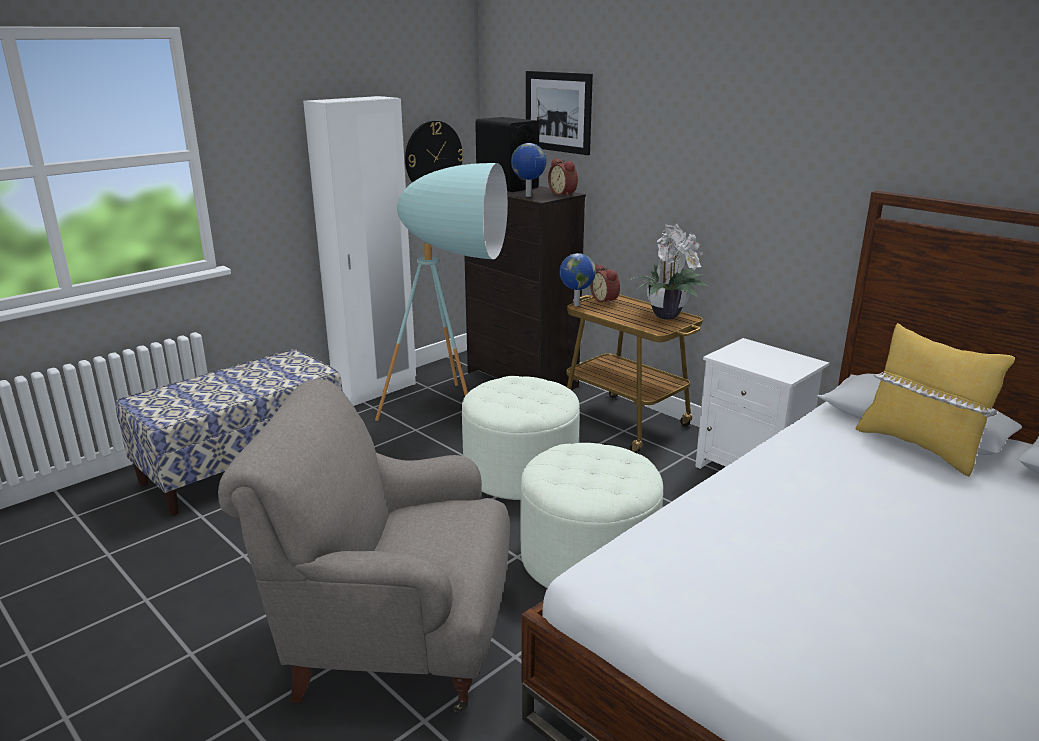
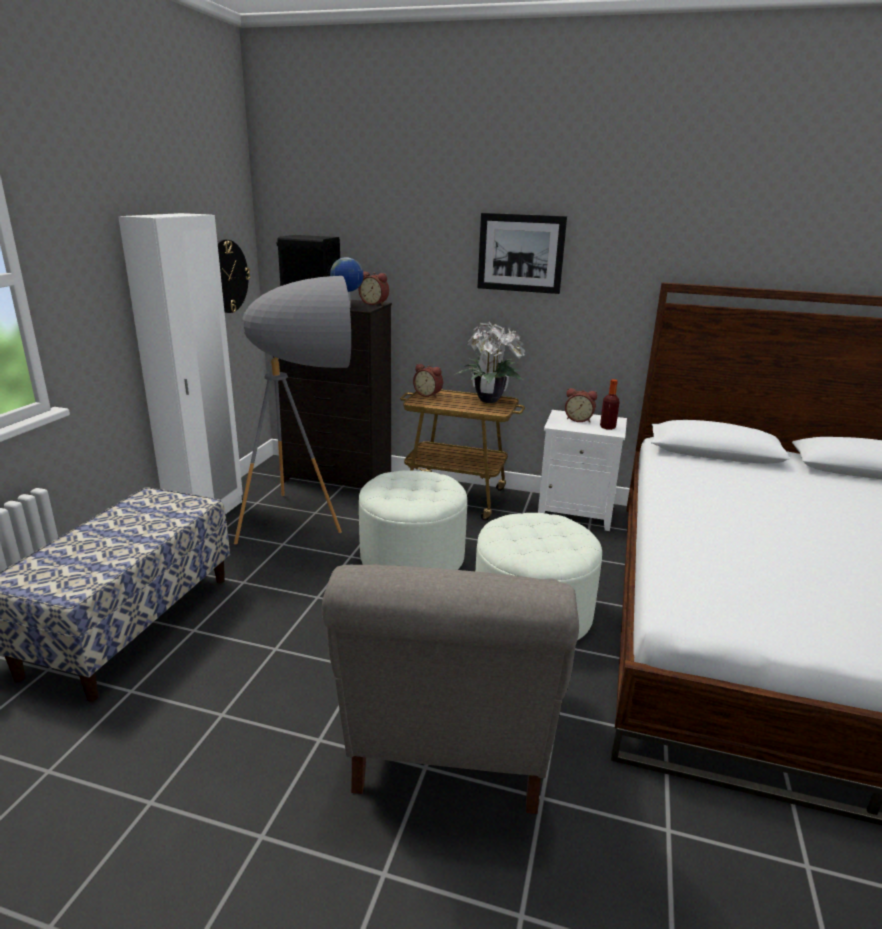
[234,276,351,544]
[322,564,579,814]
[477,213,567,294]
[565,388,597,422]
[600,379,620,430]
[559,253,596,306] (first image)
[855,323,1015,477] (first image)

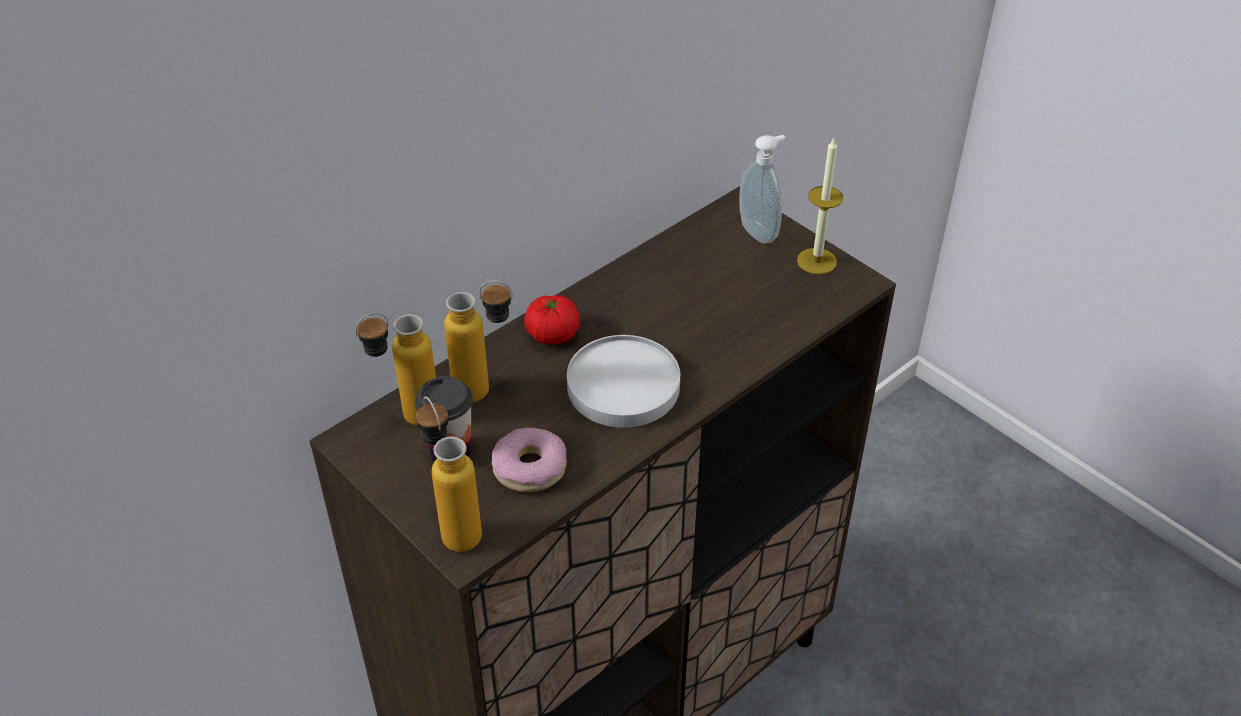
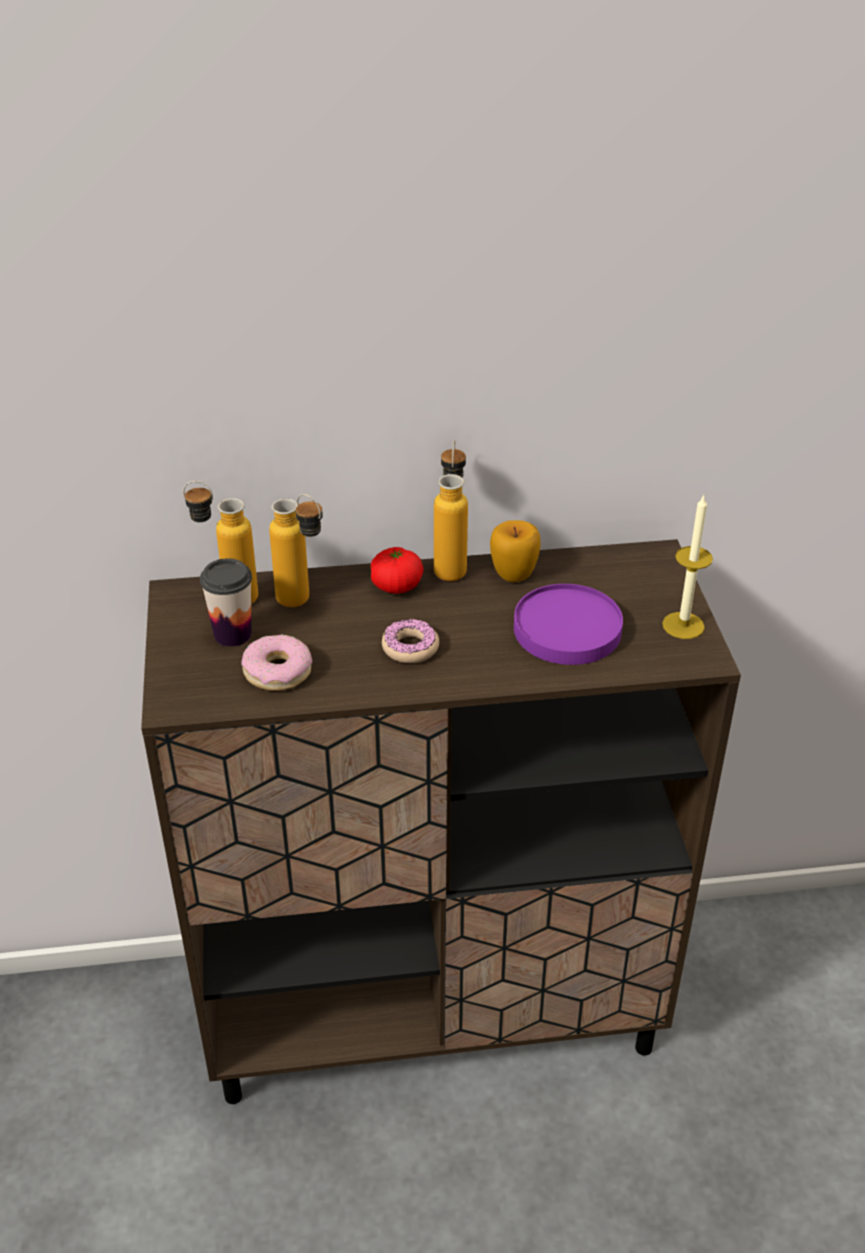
[382,619,439,663]
[434,440,468,581]
[490,520,540,582]
[514,584,623,665]
[739,135,785,244] (first image)

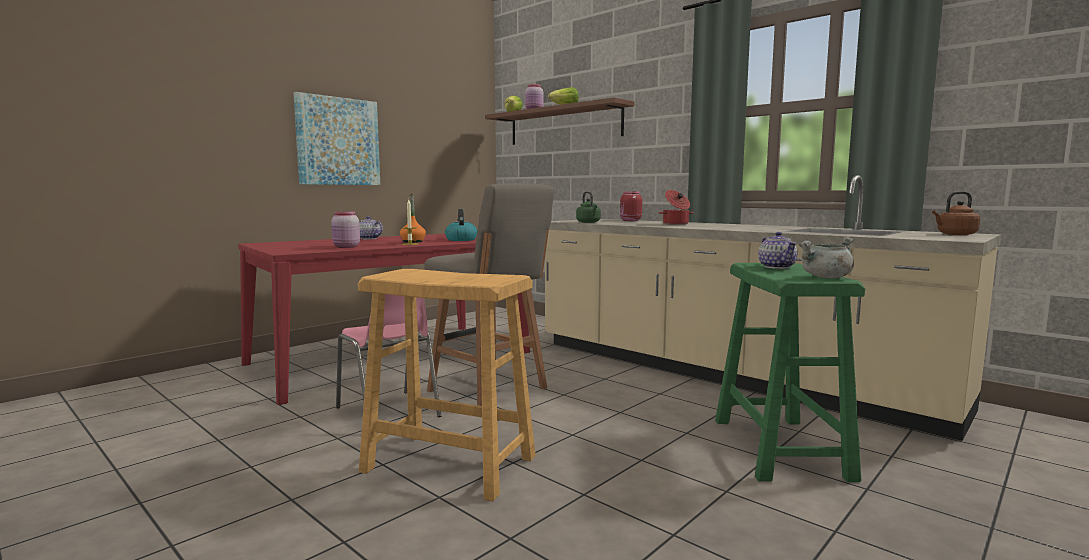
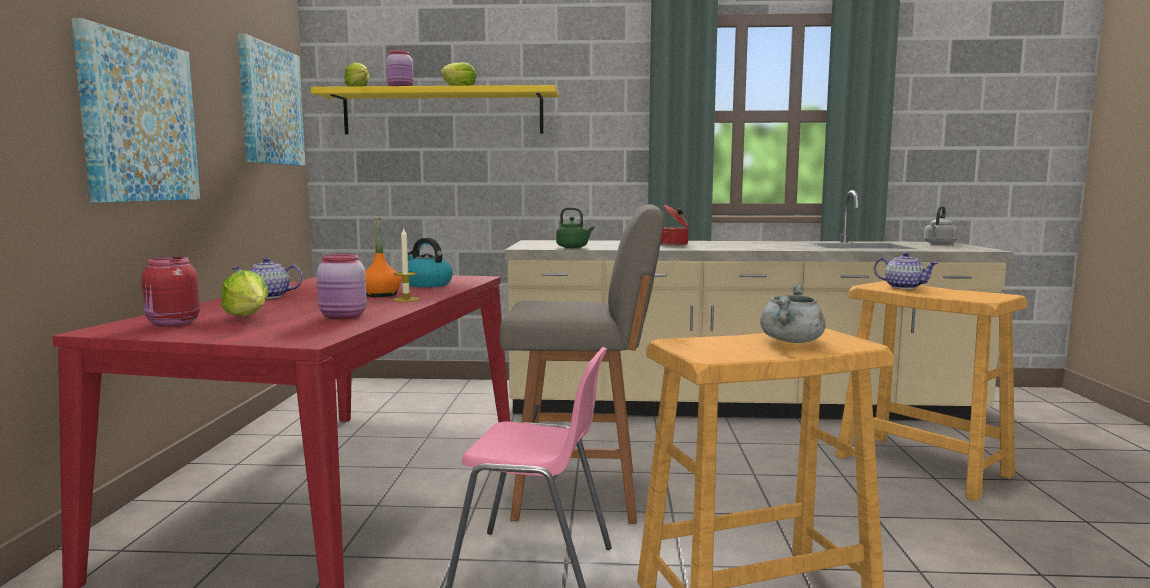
[141,257,200,327]
[221,270,269,316]
[238,33,306,166]
[311,85,559,134]
[760,283,826,343]
[836,281,1027,501]
[924,206,958,245]

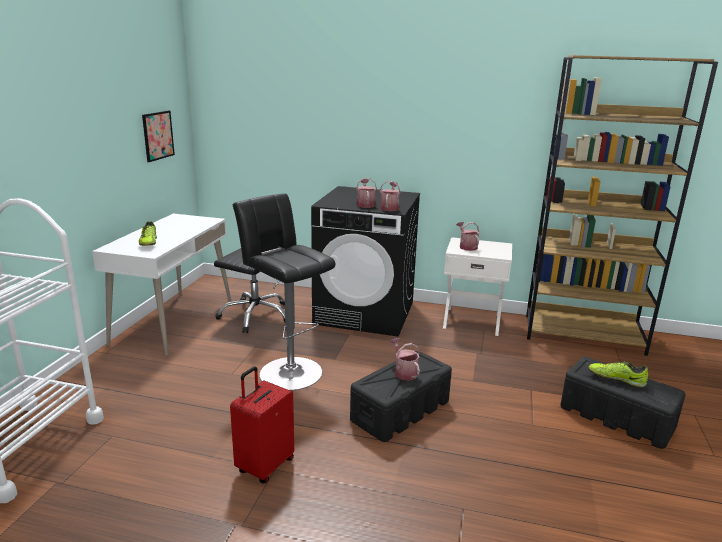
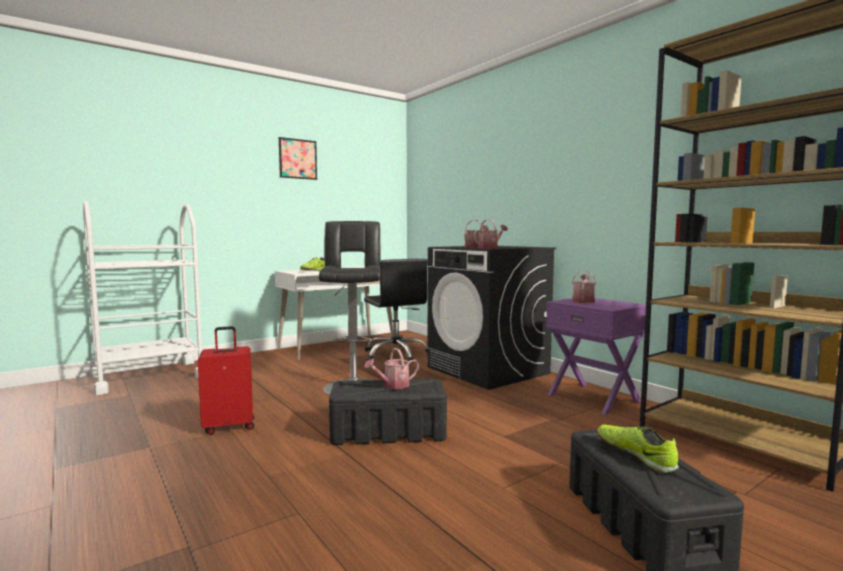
[279,137,317,180]
[364,348,419,389]
[546,298,646,415]

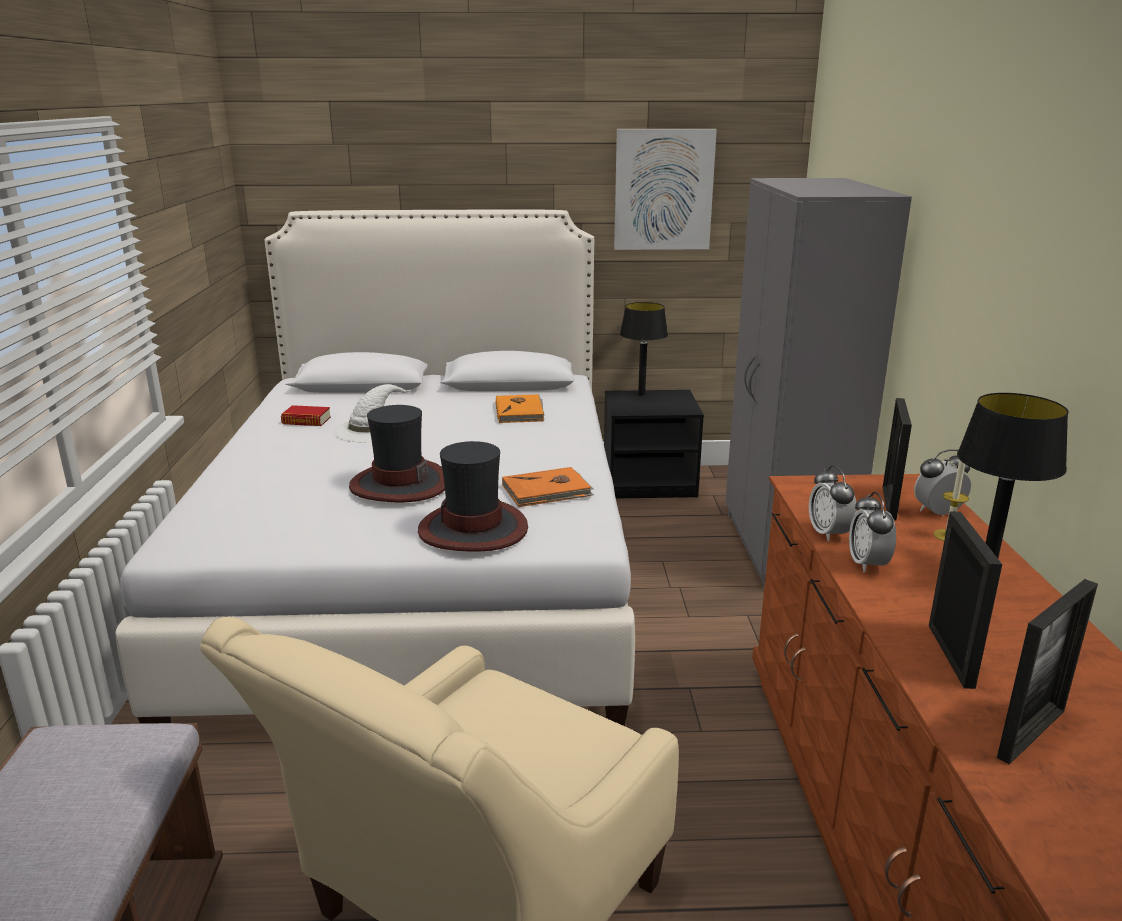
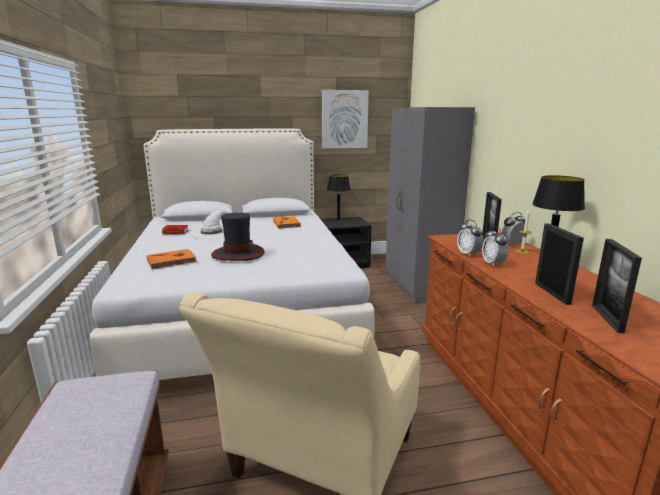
[146,249,197,269]
[592,239,642,333]
[418,441,528,551] (first image)

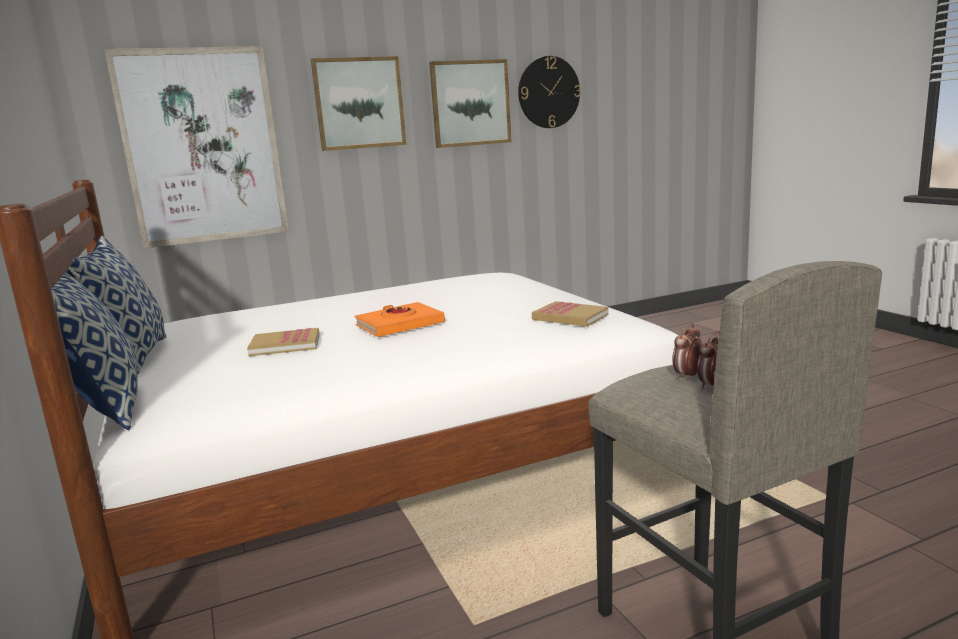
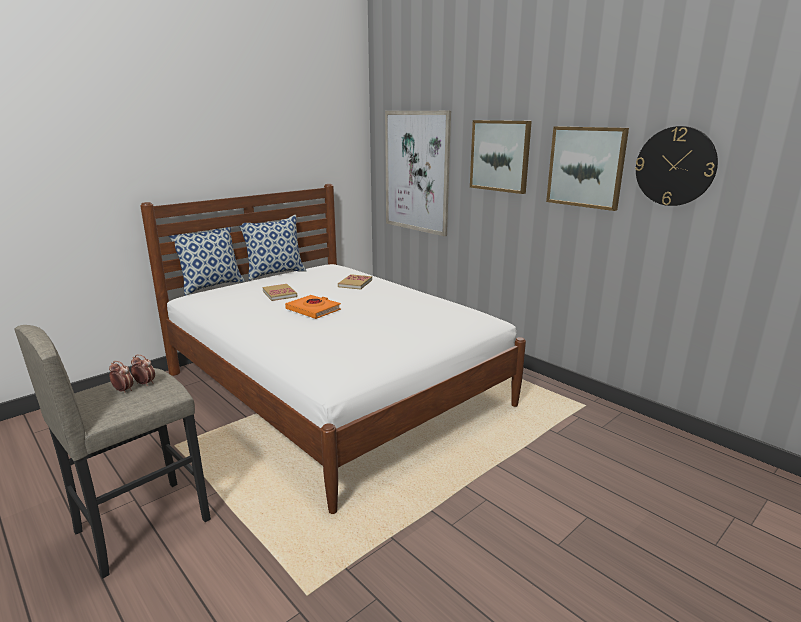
[338,274,372,290]

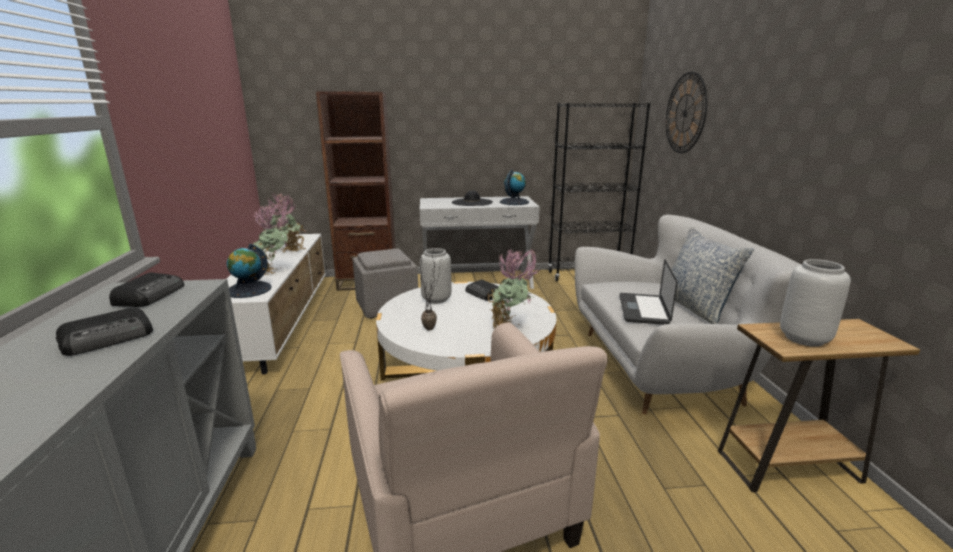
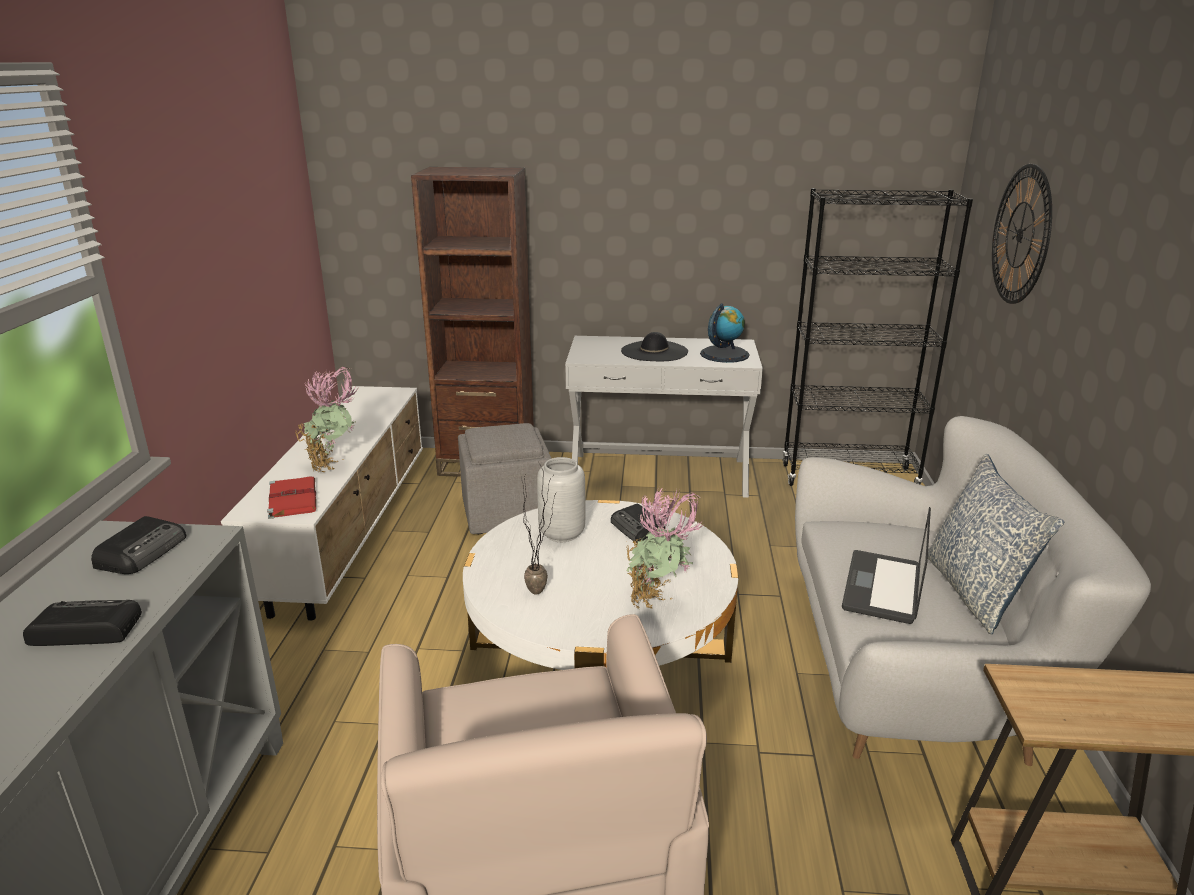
[23,600,142,646]
[267,476,316,519]
[266,192,306,252] (first image)
[780,259,851,347] (first image)

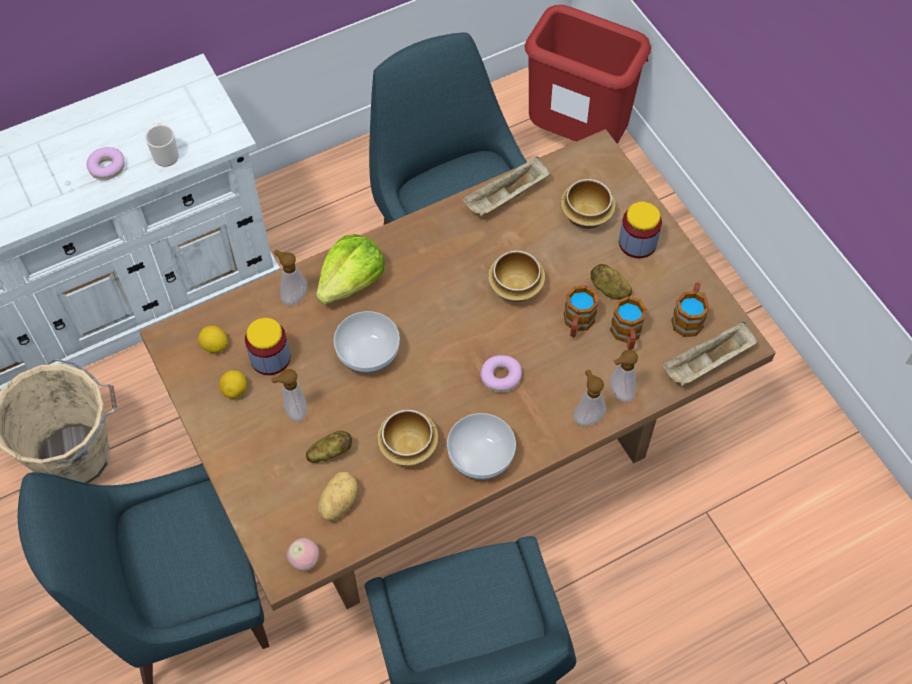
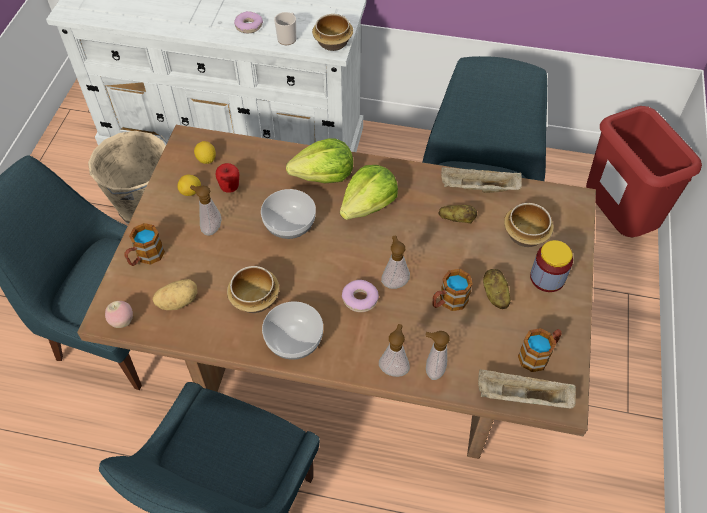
[125,223,165,266]
[216,163,239,193]
[312,14,353,51]
[340,165,398,220]
[381,235,410,289]
[439,205,477,224]

